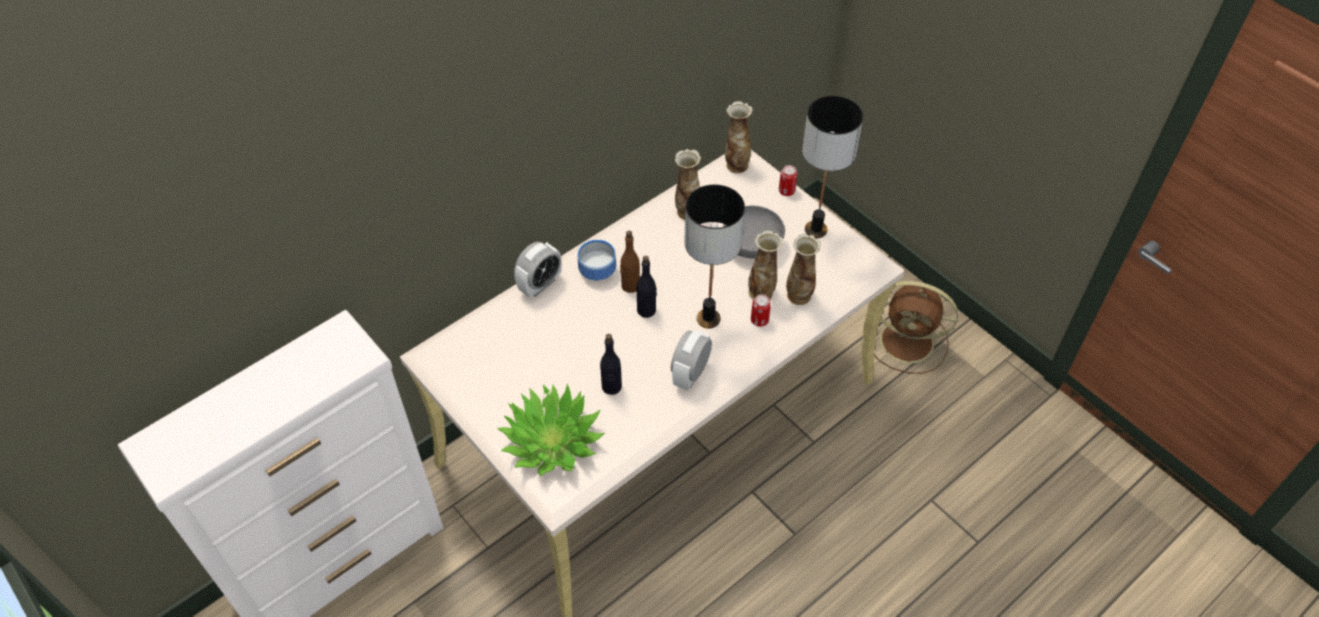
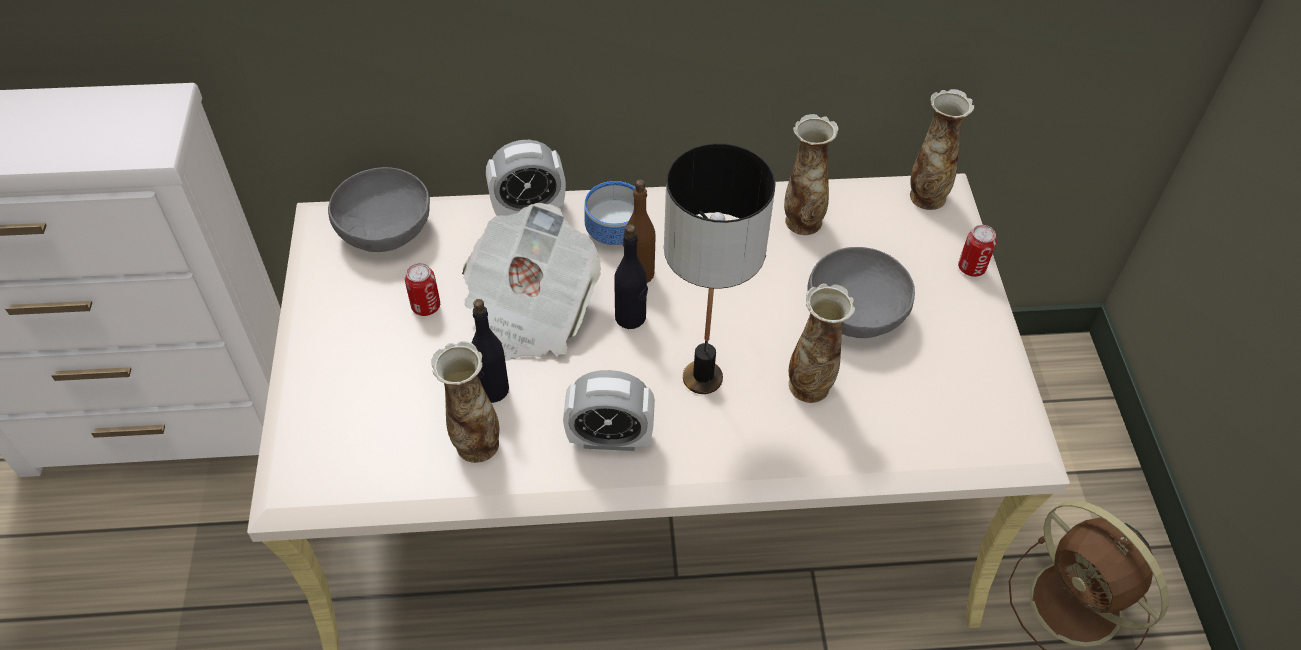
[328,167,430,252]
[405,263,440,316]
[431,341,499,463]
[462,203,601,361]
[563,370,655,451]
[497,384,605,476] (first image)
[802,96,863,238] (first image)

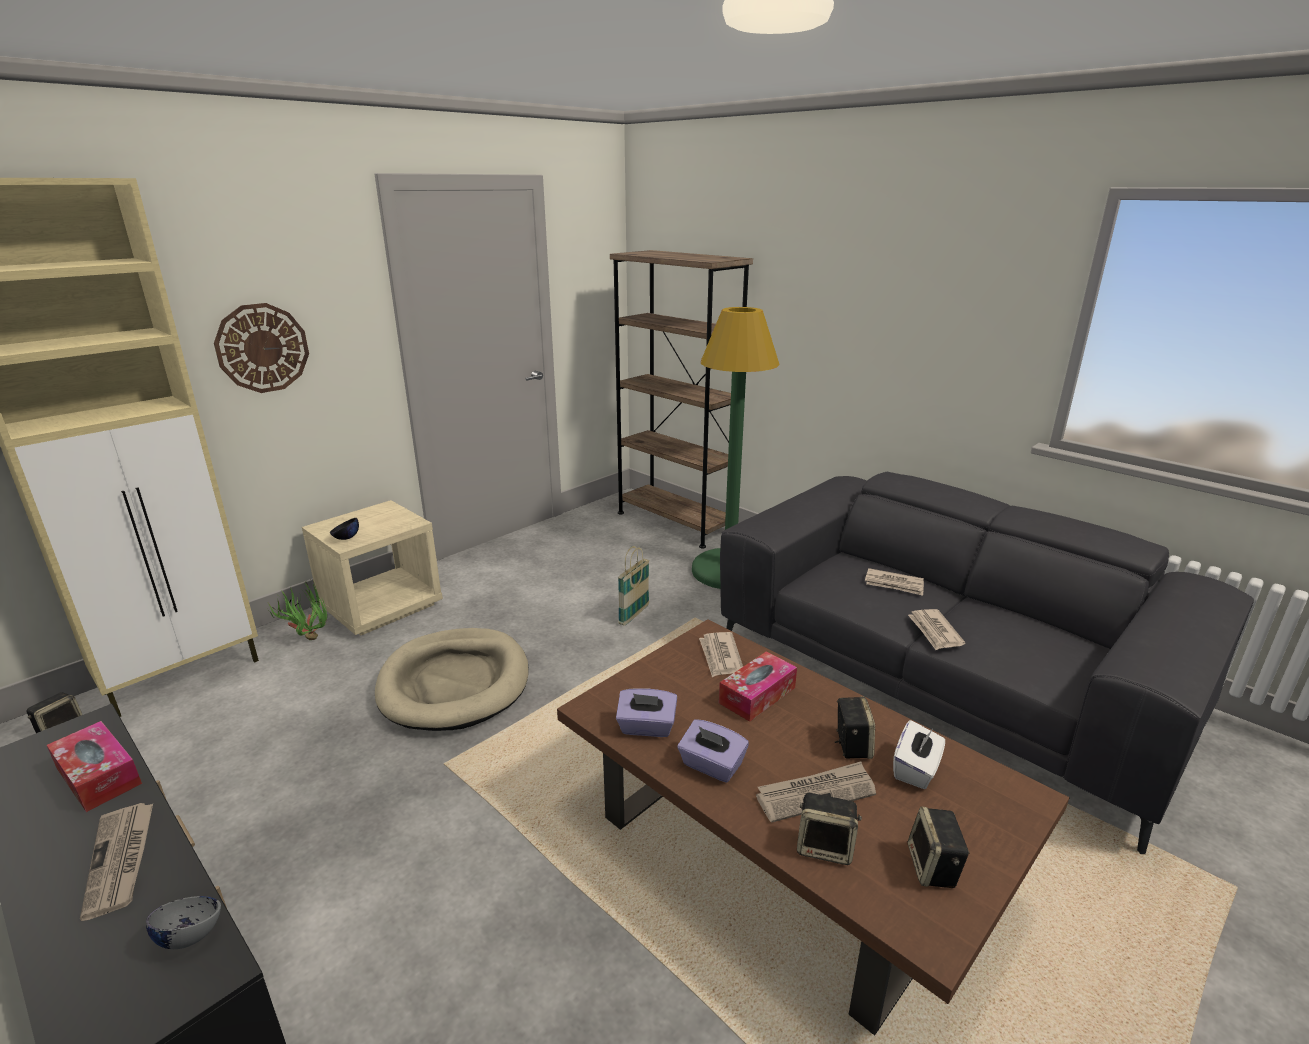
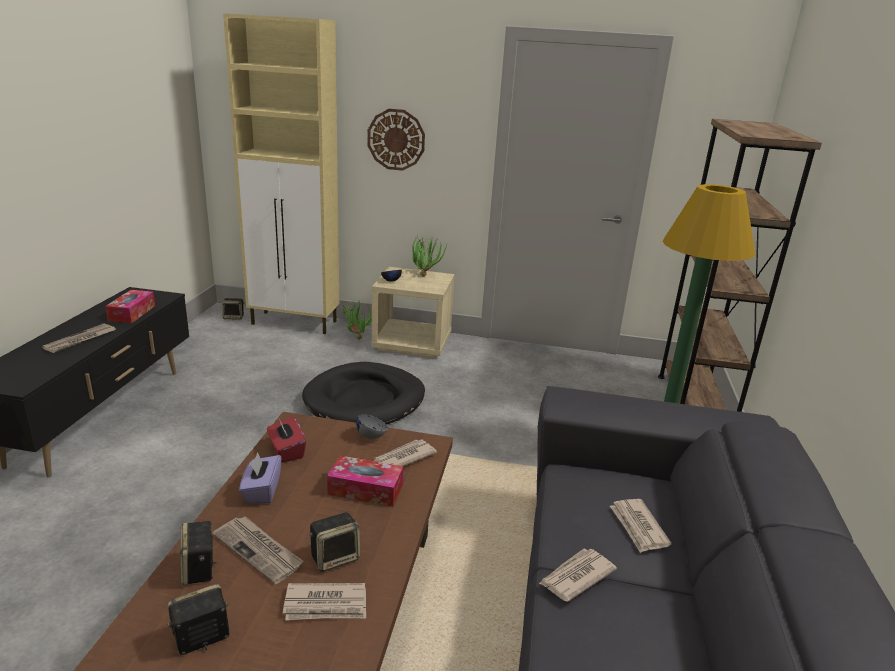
[267,417,306,463]
[283,583,366,620]
[302,362,425,425]
[356,414,388,439]
[412,235,447,276]
[618,546,649,626] (first image)

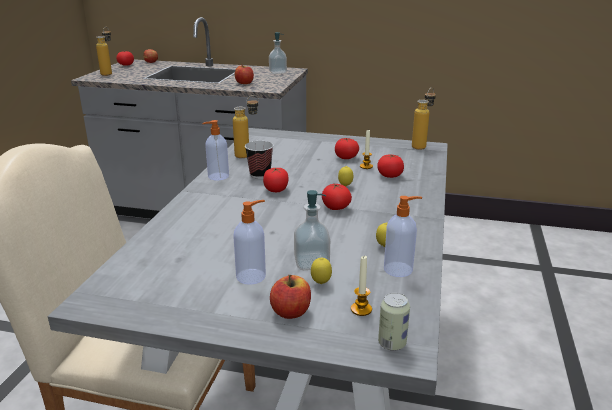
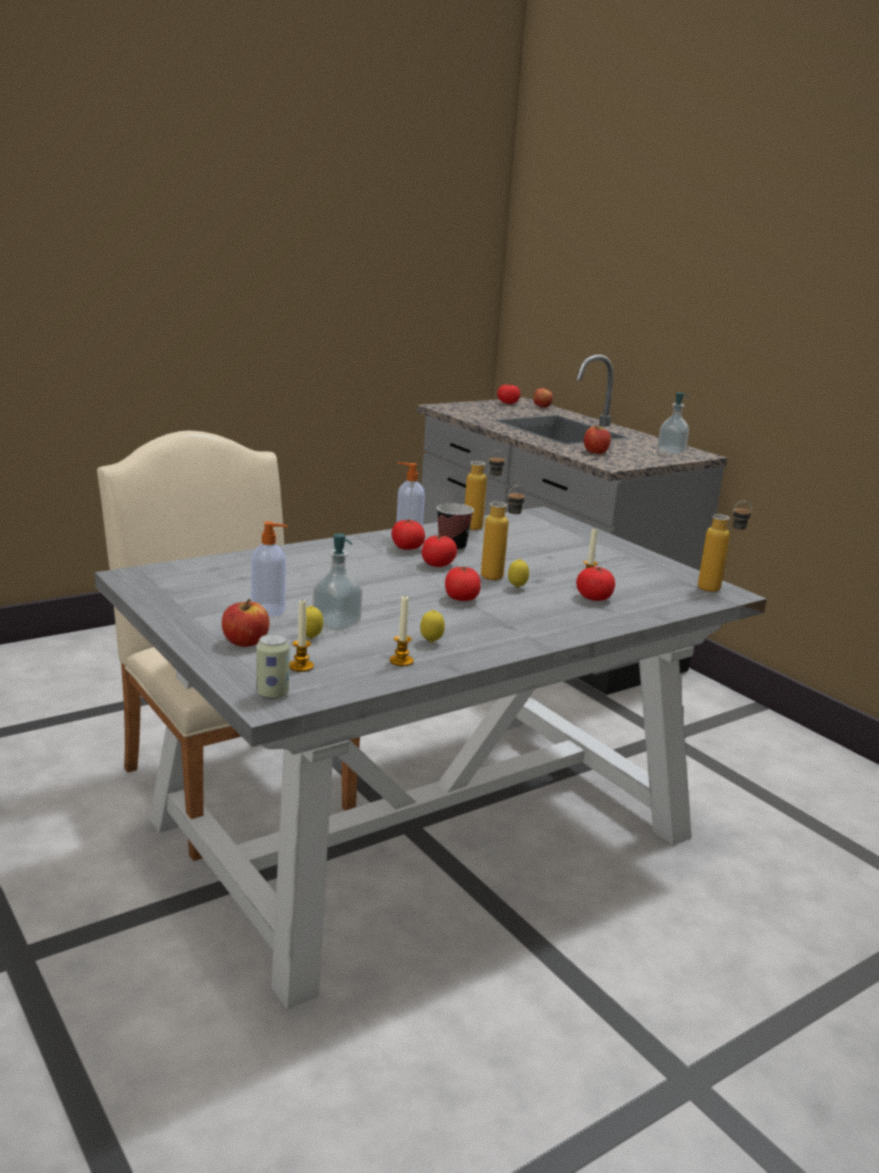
[390,596,413,666]
[391,519,425,550]
[481,485,525,580]

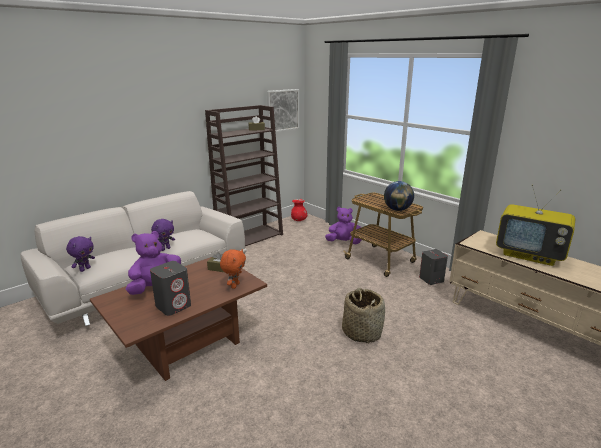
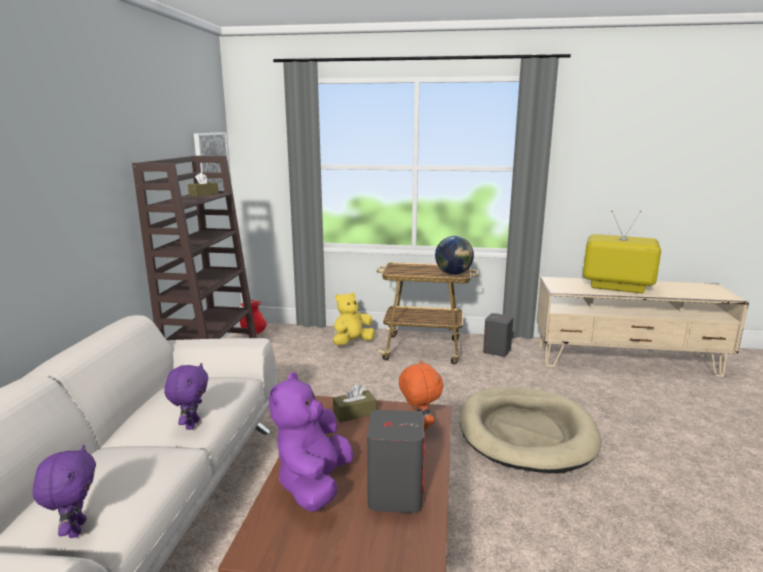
[333,292,374,345]
[460,387,601,473]
[583,210,661,293]

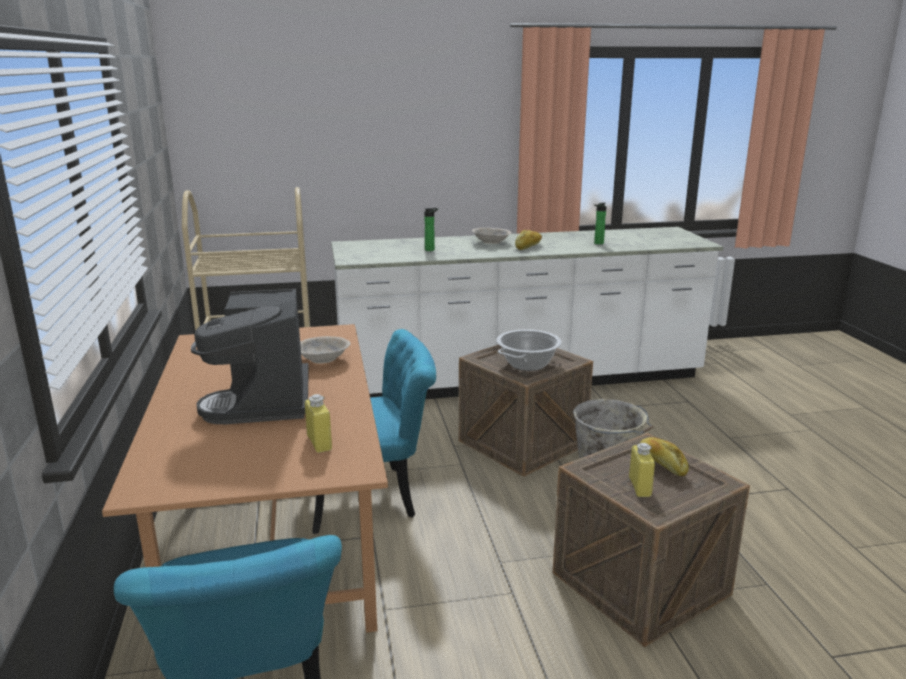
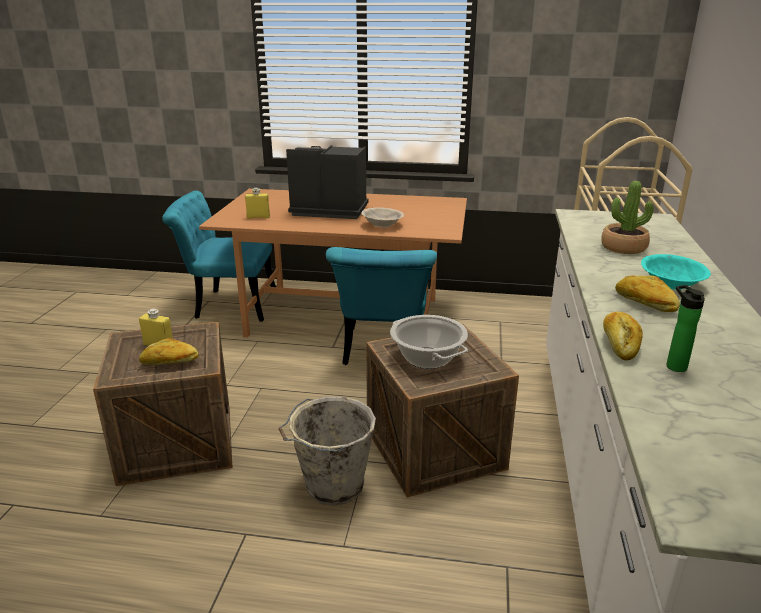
[601,181,653,254]
[603,312,643,361]
[641,254,711,290]

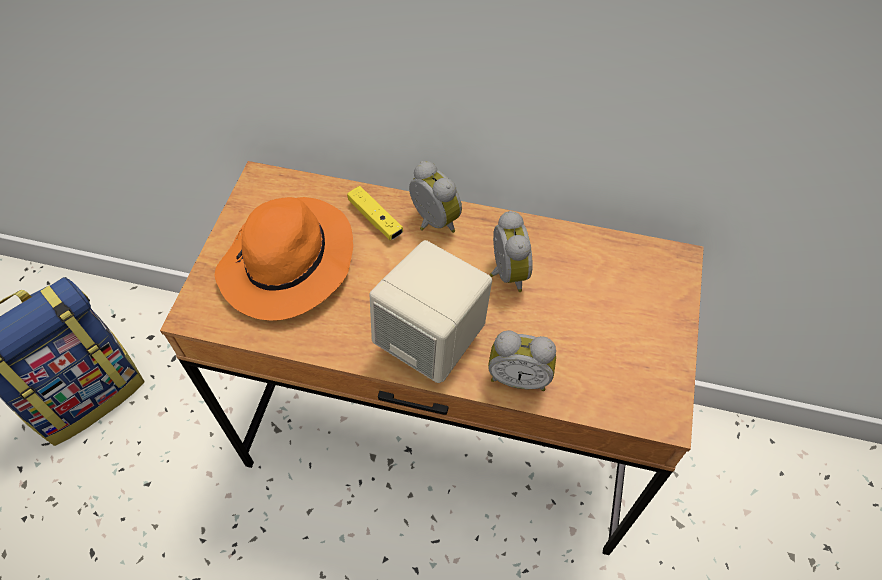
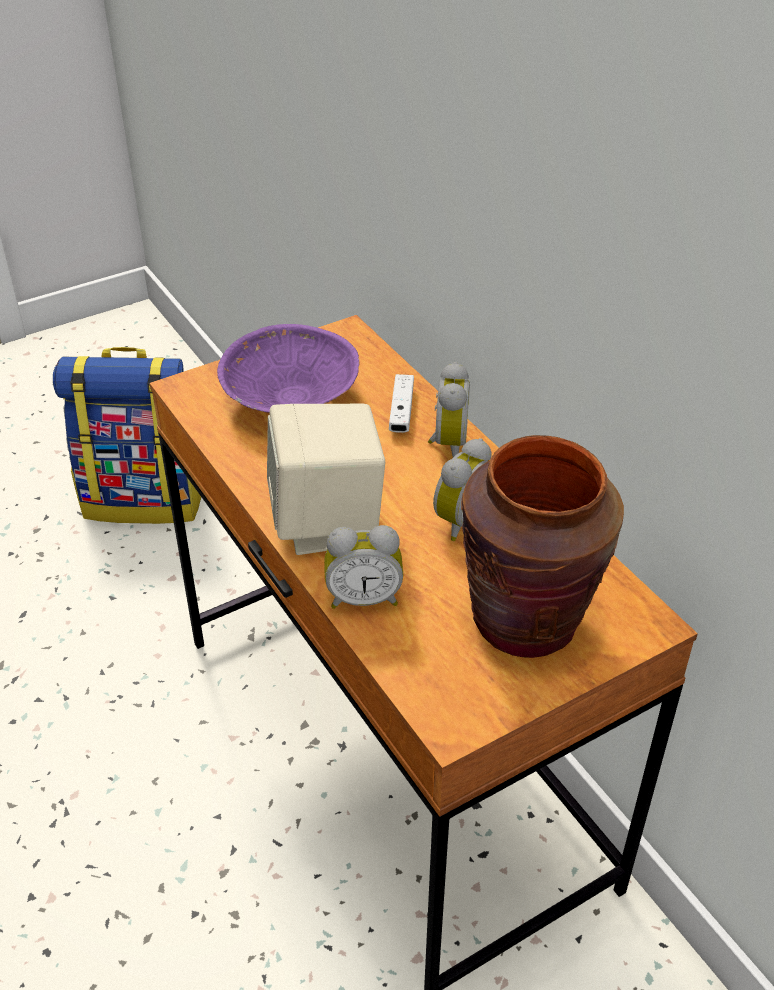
[217,324,359,413]
[324,525,403,609]
[389,374,414,433]
[461,435,624,658]

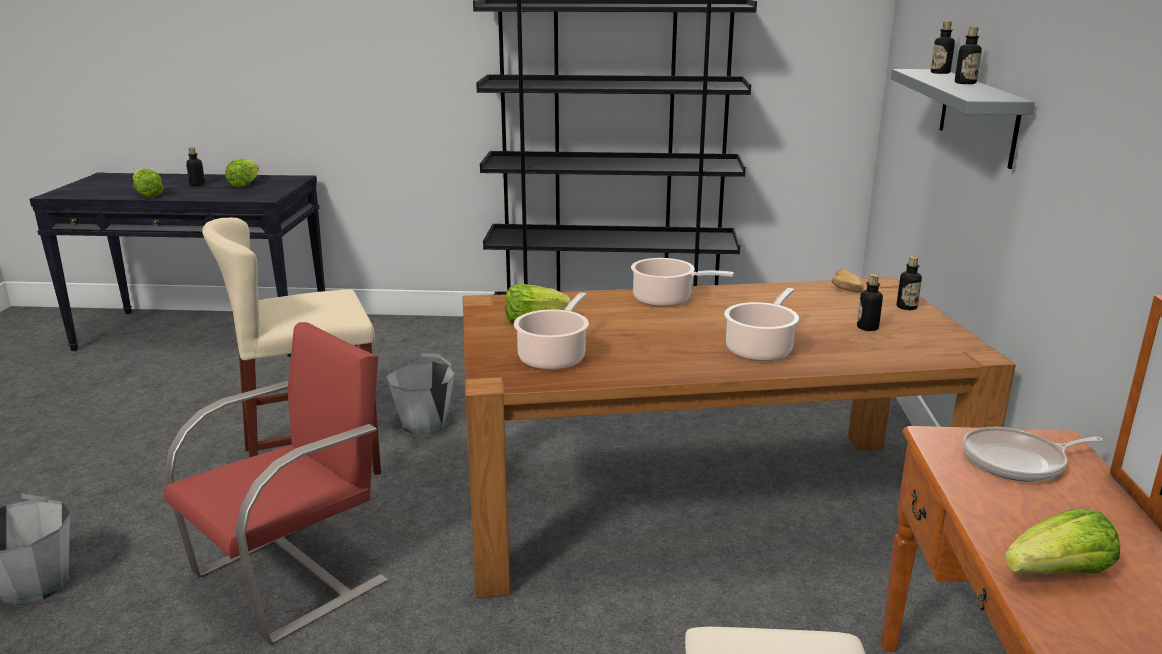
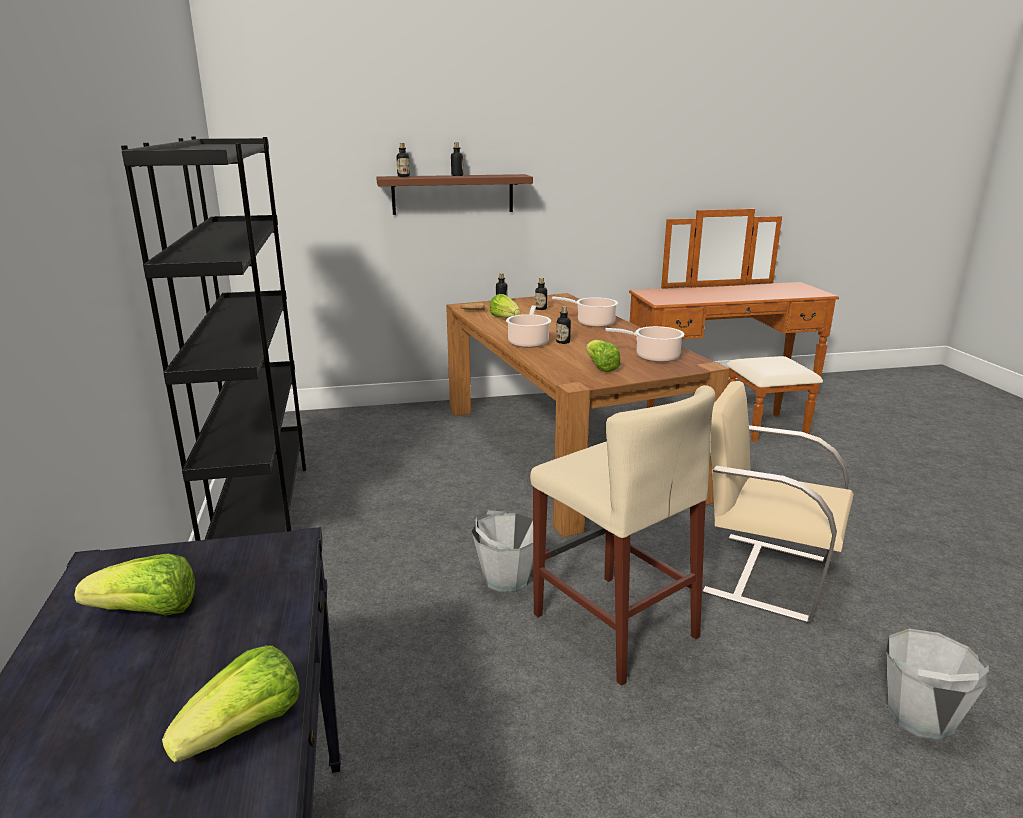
[376,174,533,215]
[490,294,520,318]
[556,306,571,344]
[702,381,854,623]
[963,427,1103,482] (first image)

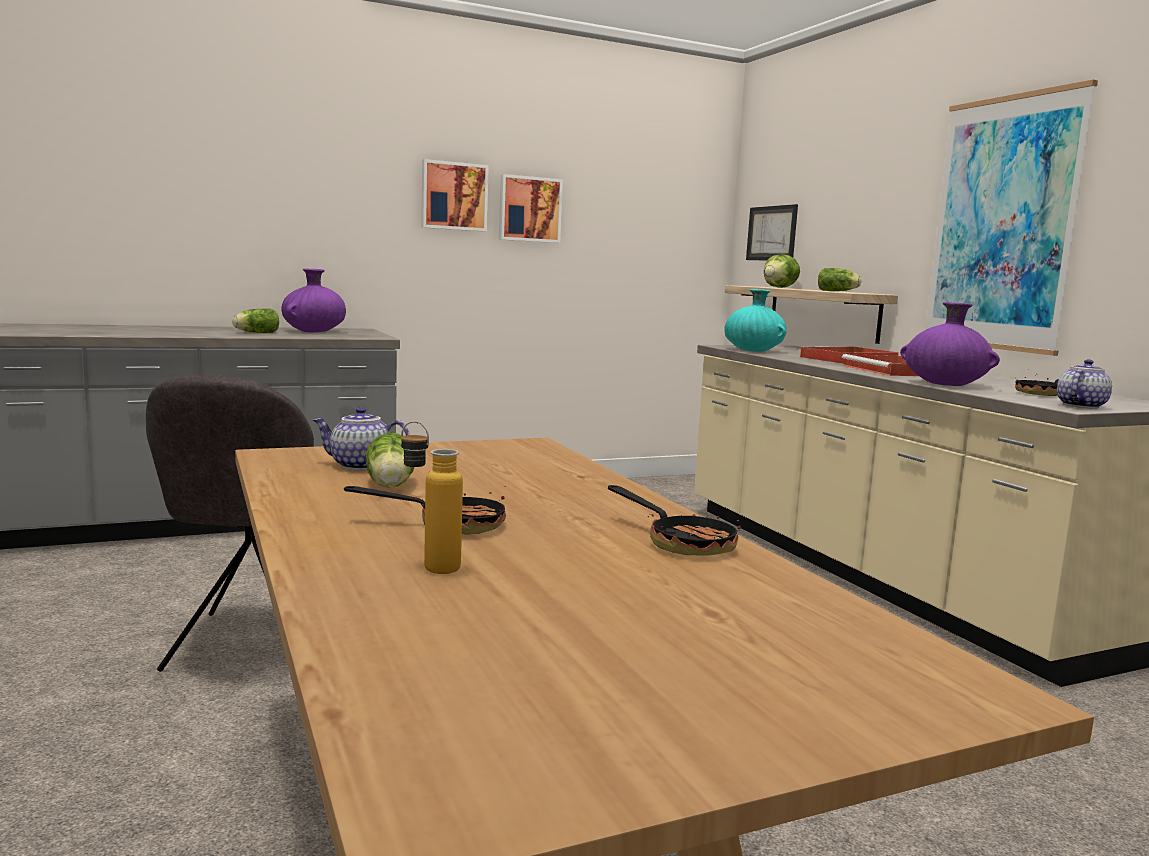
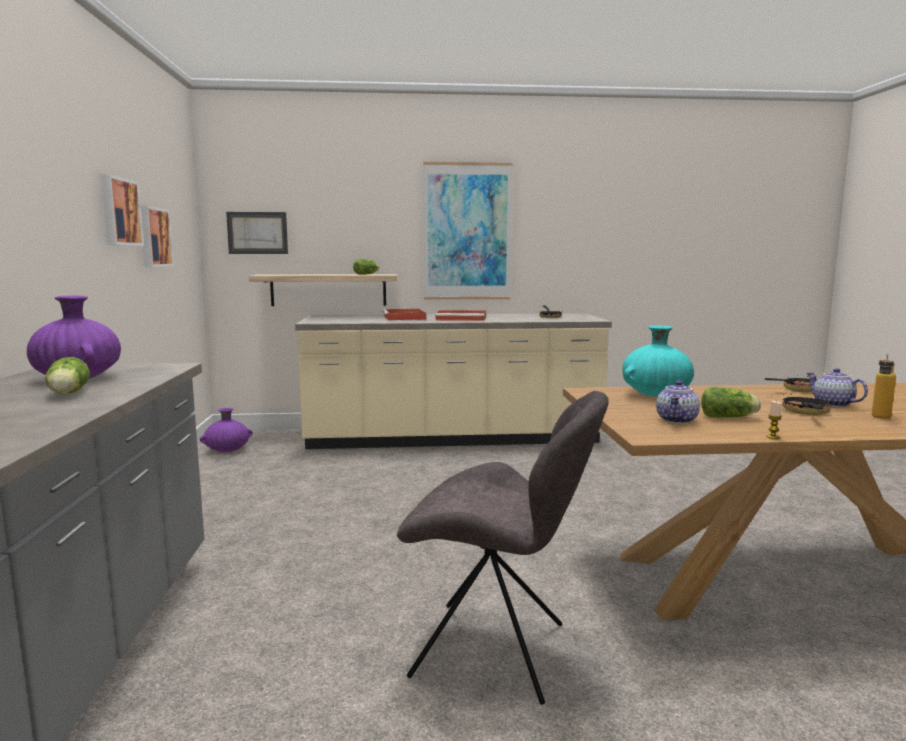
[141,206,174,267]
[200,408,253,452]
[622,326,694,397]
[766,401,782,439]
[807,368,868,407]
[764,254,800,288] (first image)

